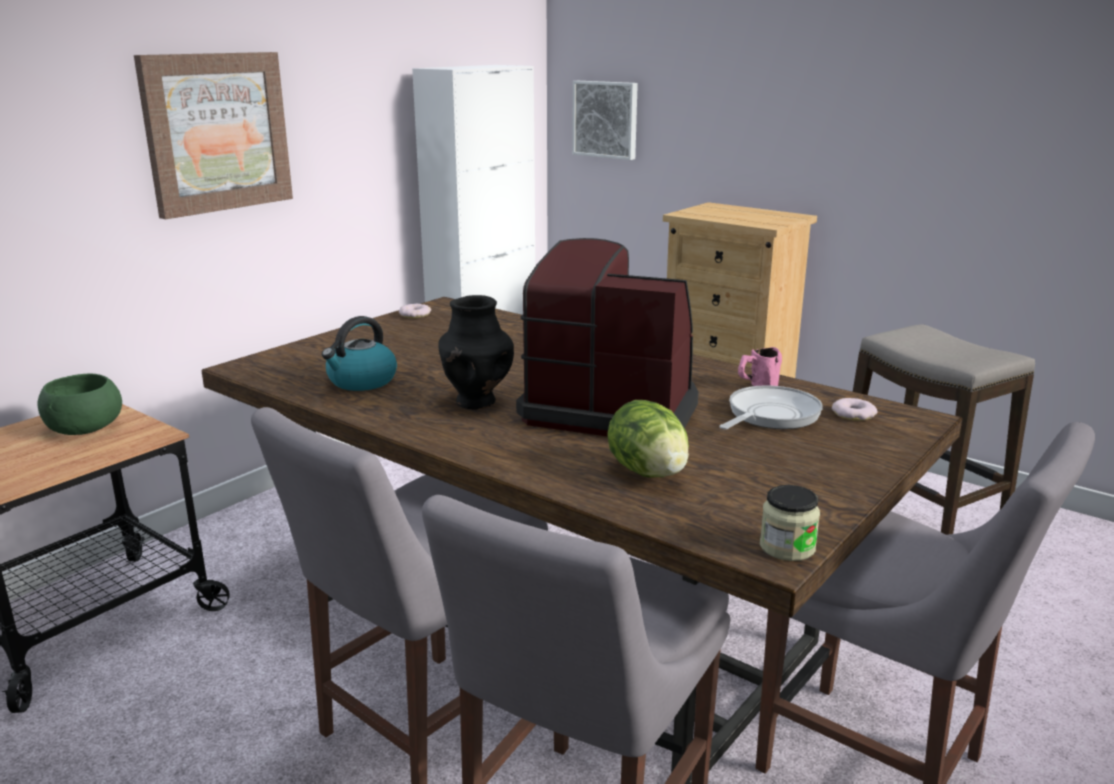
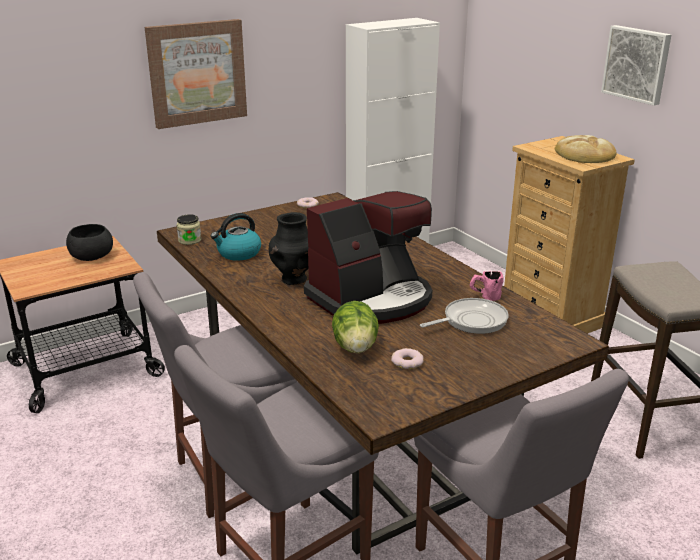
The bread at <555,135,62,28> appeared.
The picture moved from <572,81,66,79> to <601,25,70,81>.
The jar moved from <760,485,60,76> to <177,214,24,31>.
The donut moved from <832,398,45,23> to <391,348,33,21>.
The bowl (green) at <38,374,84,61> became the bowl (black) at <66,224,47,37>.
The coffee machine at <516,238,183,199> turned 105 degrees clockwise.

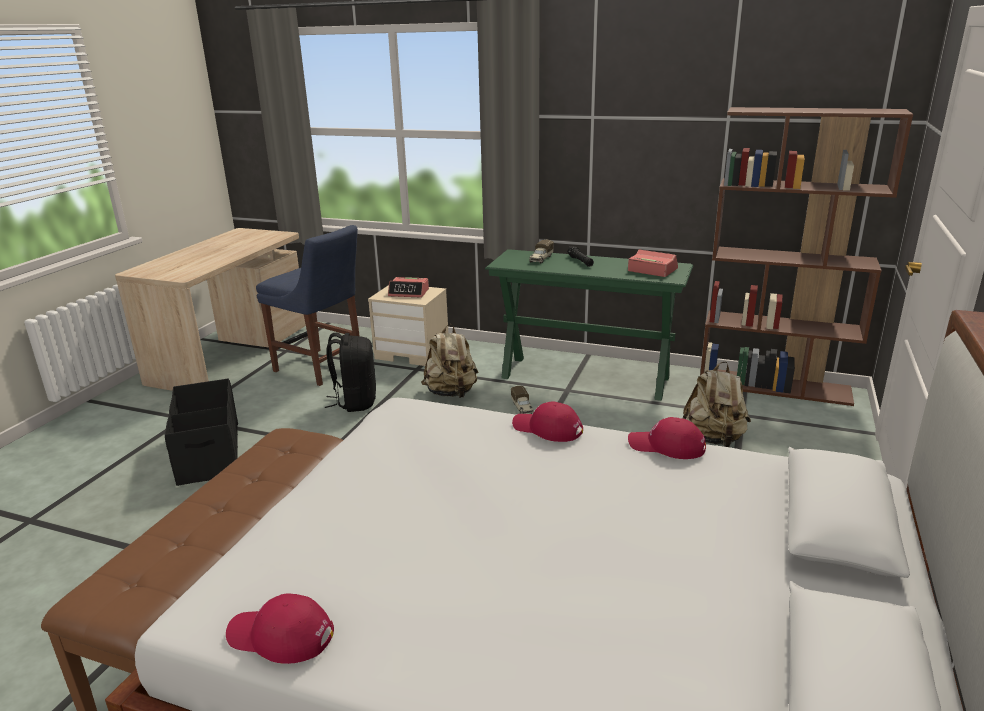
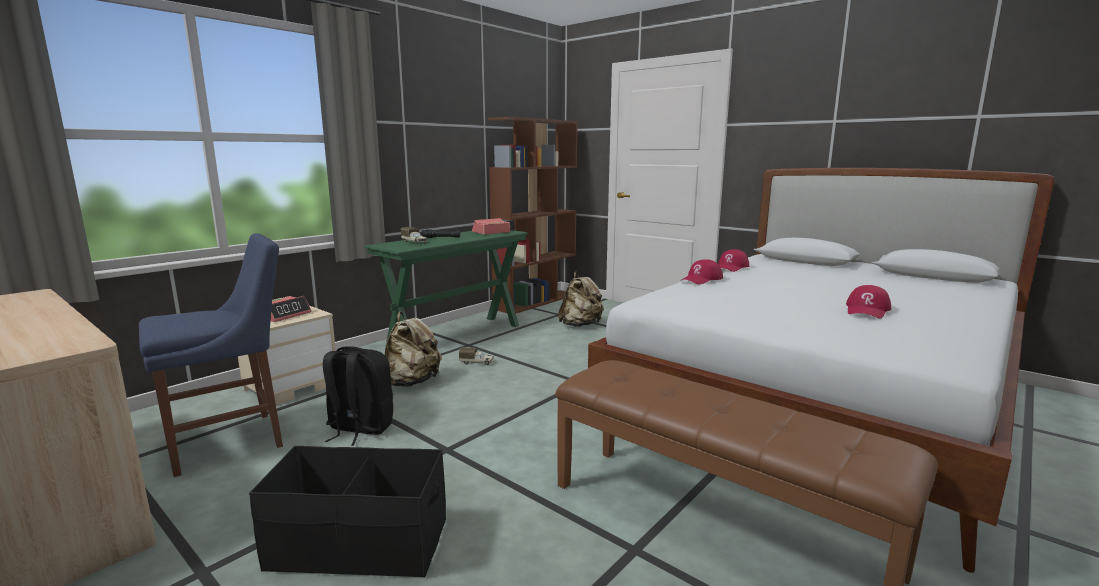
The cap (red) moved from <226,594,108,70> to <846,285,45,34>.

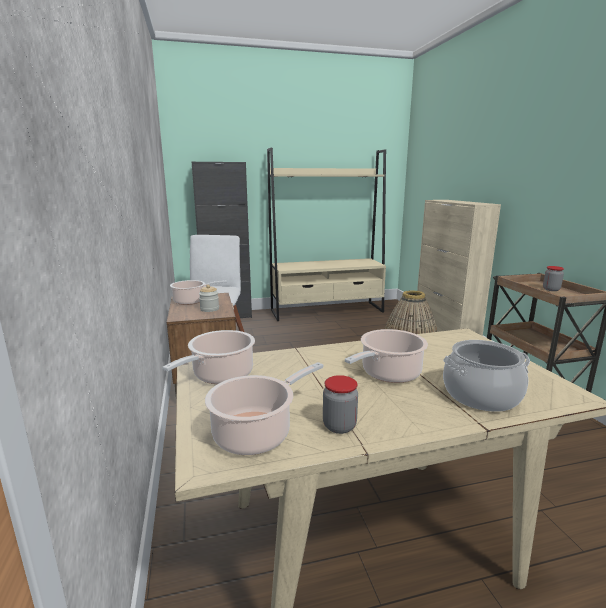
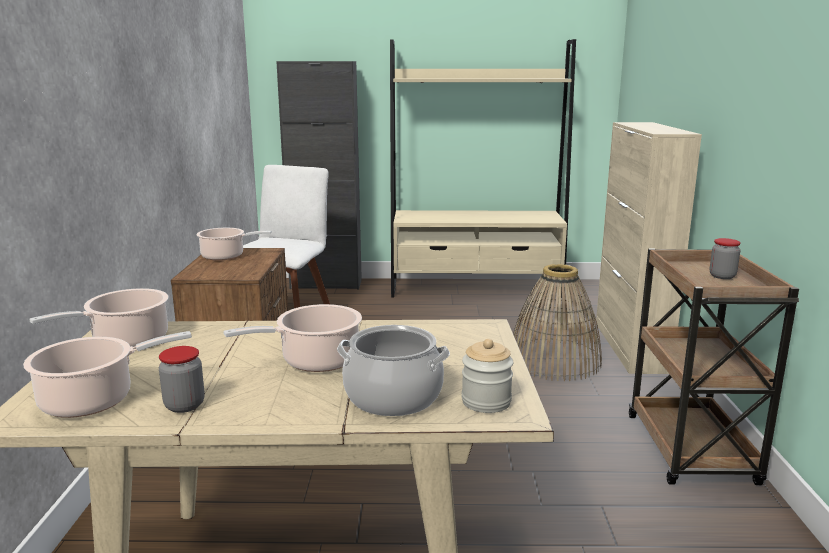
The jar moved from <199,285,20,27> to <462,339,51,74>.

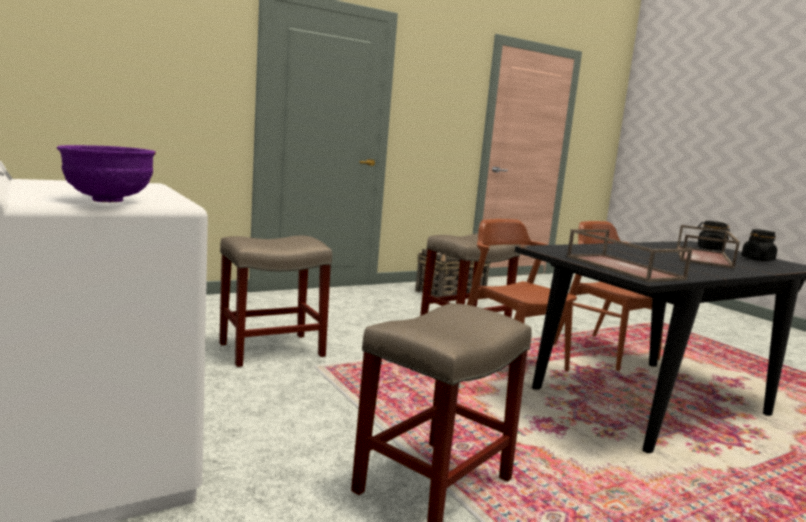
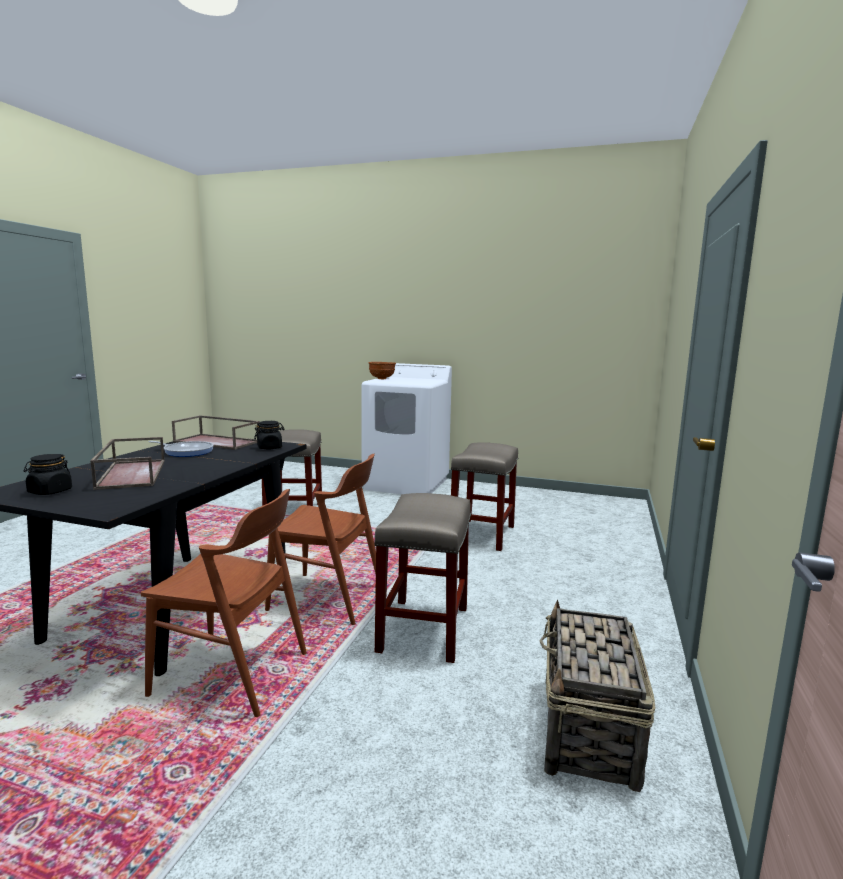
The frying pan at <148,441,66,16> appeared.
The jar (black) moved from <697,221,33,29> to <254,421,30,28>.
The bowl (purple) at <57,145,99,57> became the bowl (brown) at <368,362,28,17>.

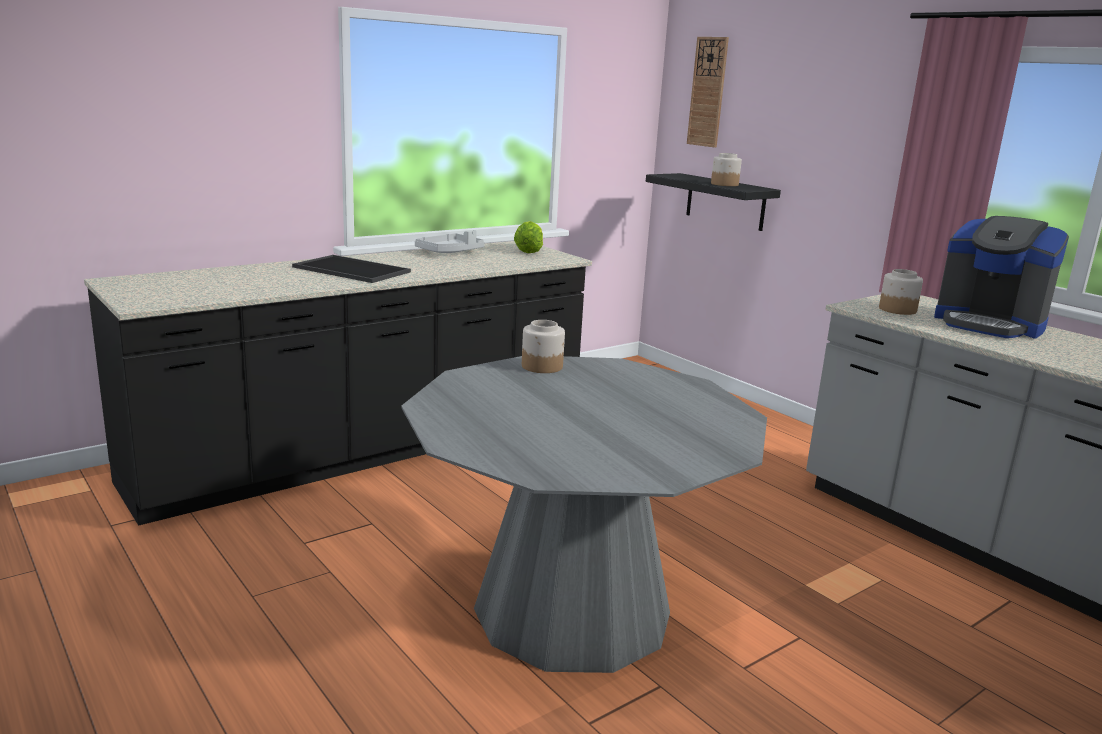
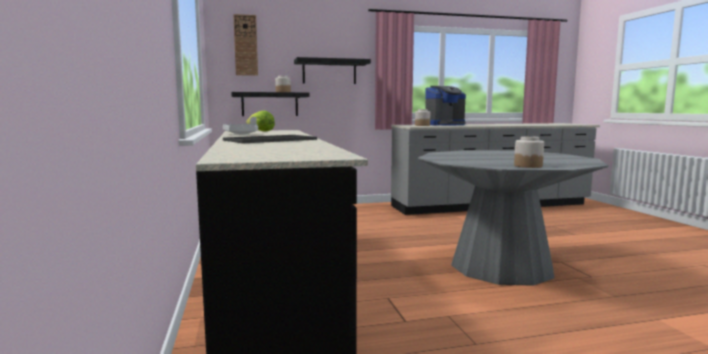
The shelf (black) at <294,57,77,27> appeared.
The jar moved from <522,320,43,53> to <514,136,30,32>.

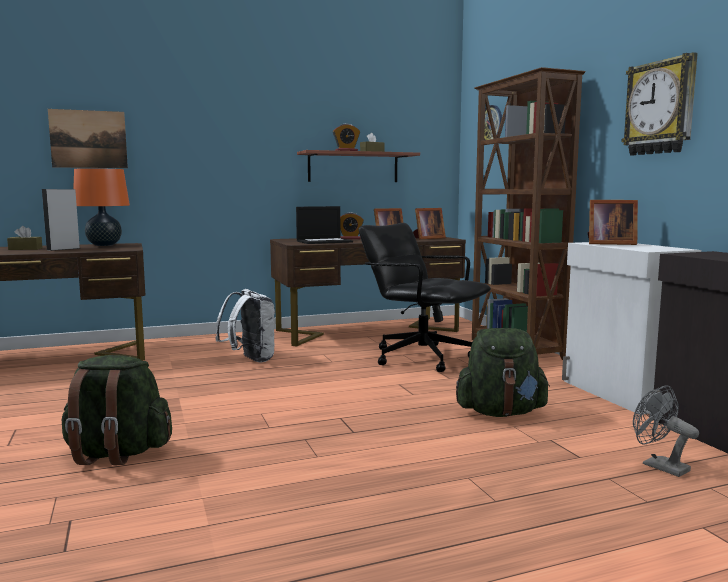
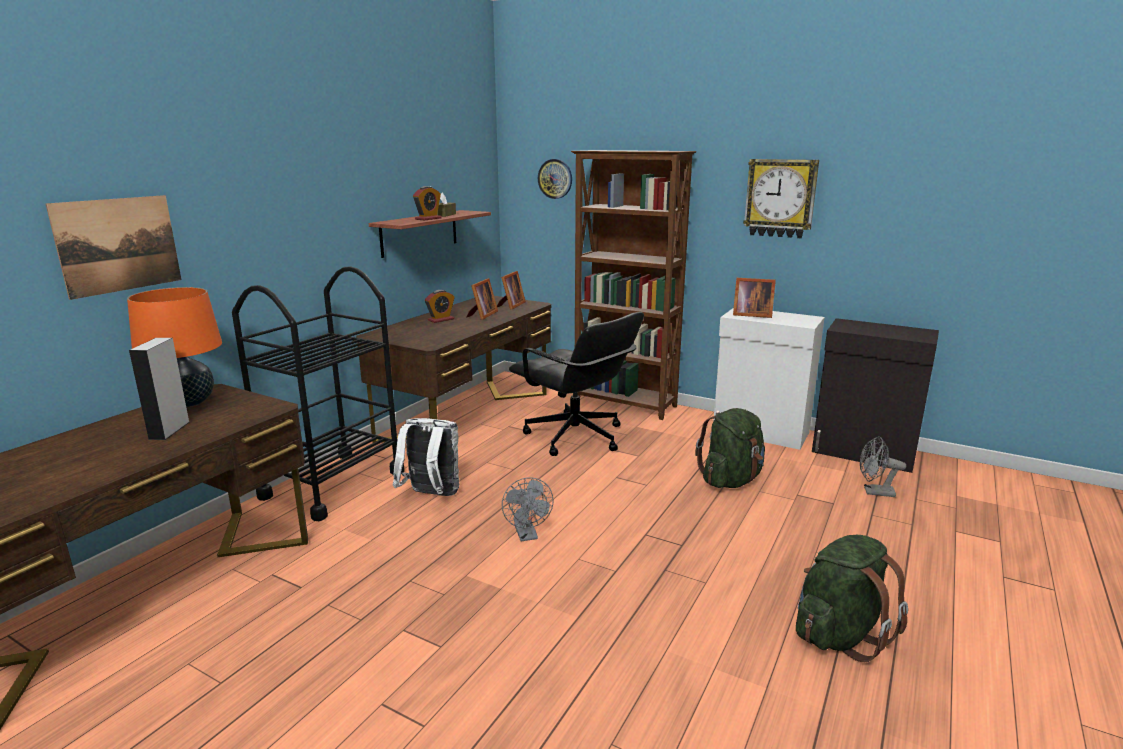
The tissue box (brown) at <7,226,35,24> disappeared.
The laptop at <296,206,57,38> disappeared.
The cart (black) at <232,266,172,255> appeared.
The fan (grey) at <502,477,52,64> appeared.
The backpack (green) moved from <62,355,110,110> to <796,535,112,127>.
The office chair (black) at <359,223,132,149> turned 135 degrees counterclockwise.
The picture frame at <588,200,50,45> turned 45 degrees clockwise.

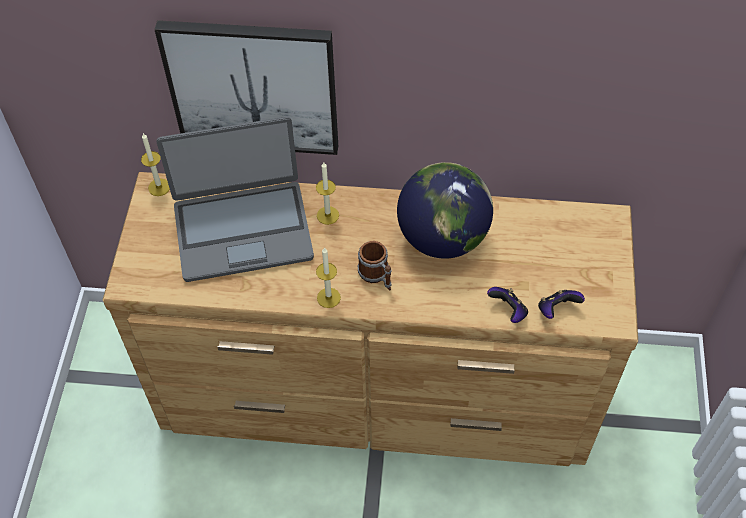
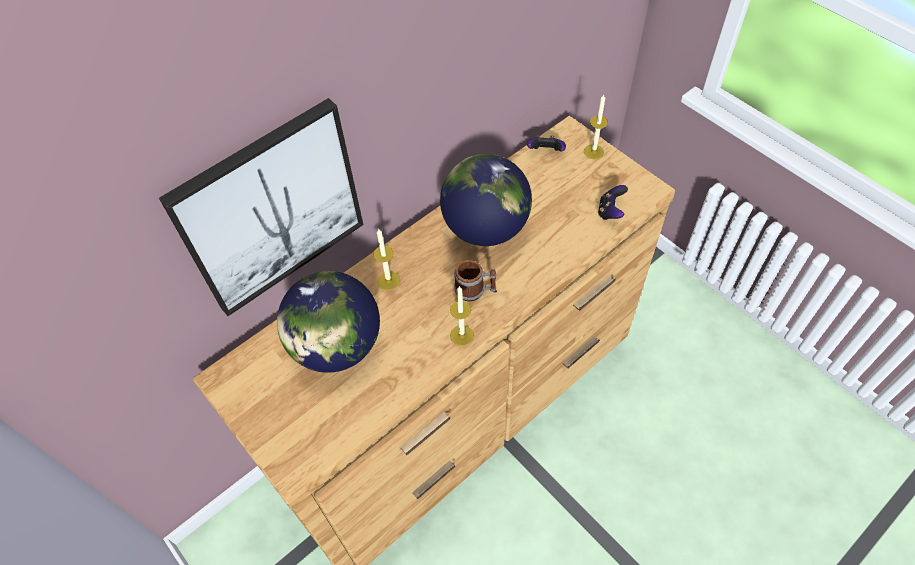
The candle moved from <141,133,29,63> to <584,95,24,64>.
The game controller moved from <487,287,41,36> to <527,135,39,17>.
The laptop at <156,117,158,165> was replaced by the globe at <277,271,103,102>.

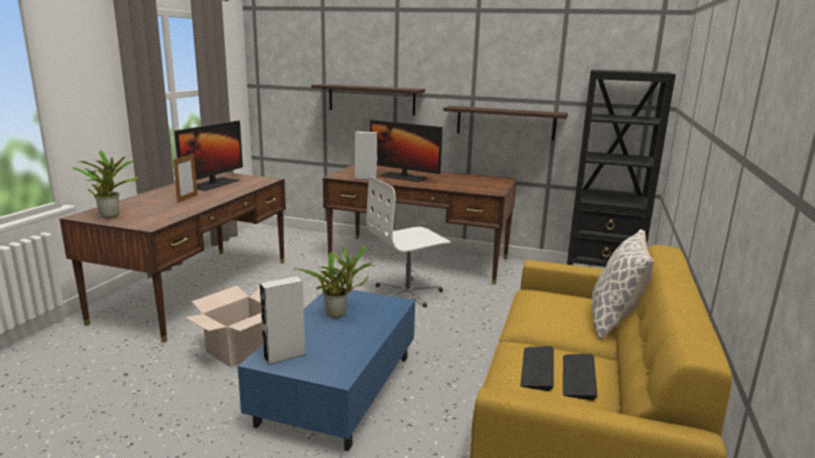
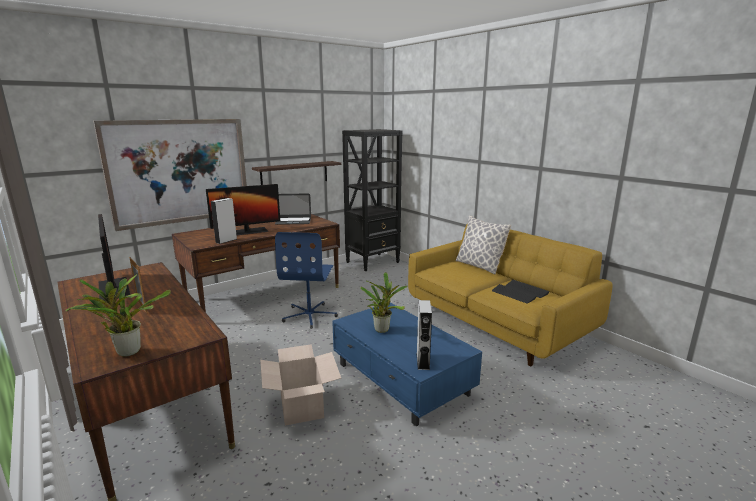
The laptop at <275,193,36,32> appeared.
The shelf at <311,84,114,31> was replaced by the picture at <93,119,154,112>.
The office chair (white) at <366,176,85,131> became the office chair (blue) at <275,232,63,96>.

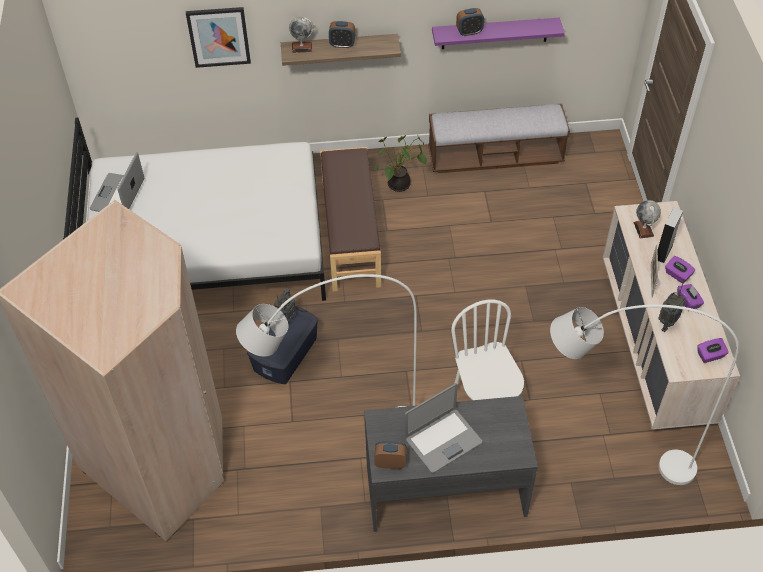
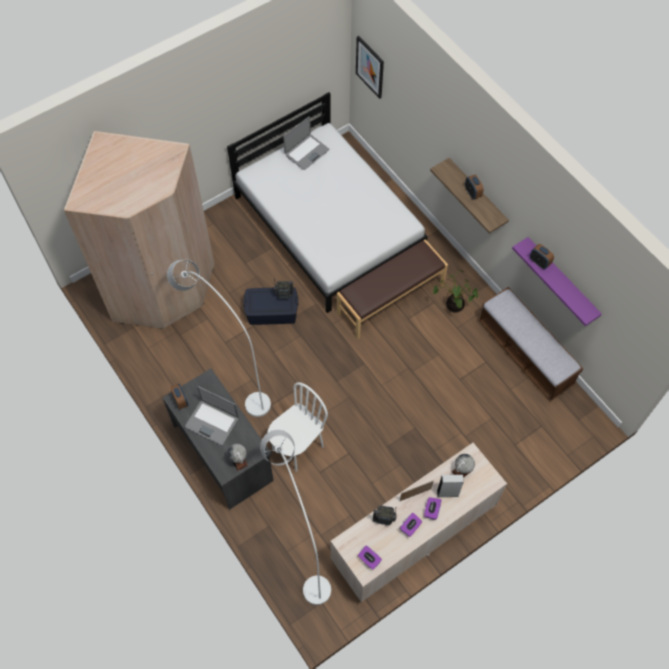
The picture moved from <186,7,65,61> to <356,36,28,63>.
The globe moved from <289,17,24,36> to <227,444,21,27>.
The laptop at <90,152,54,60> turned 150 degrees clockwise.

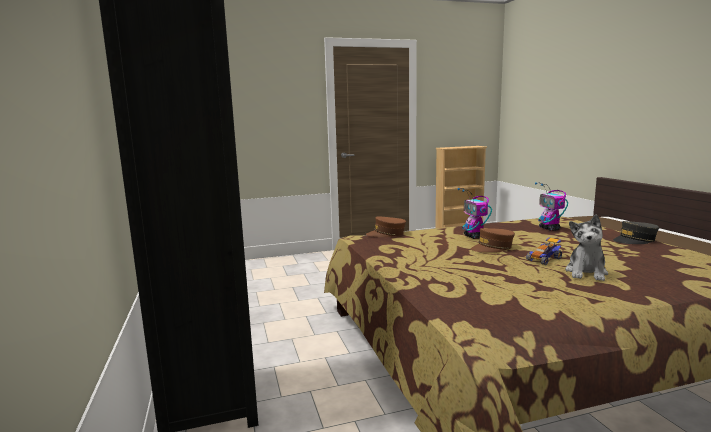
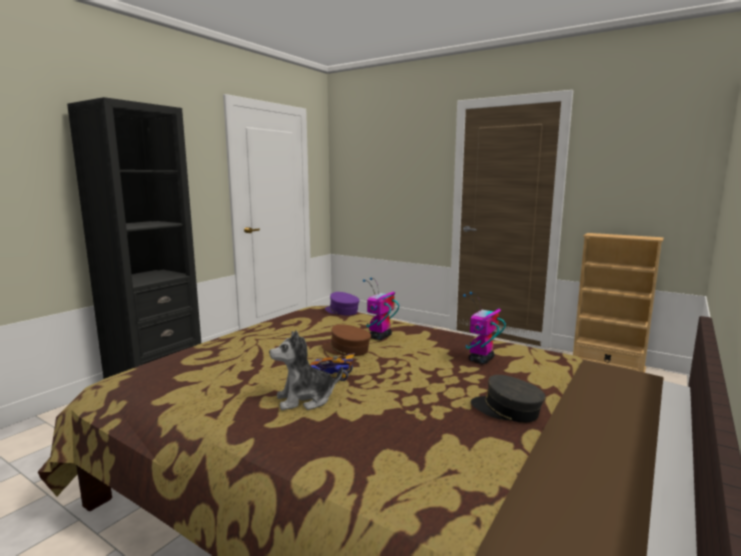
The cap (brown) at <366,216,40,21> became the cap (purple) at <325,292,35,24>.

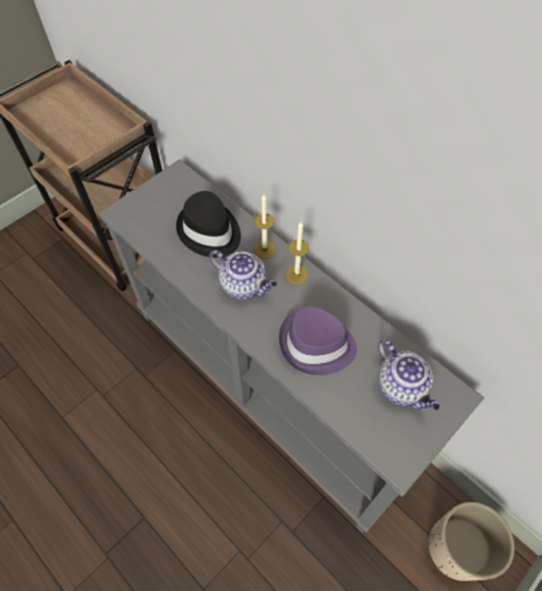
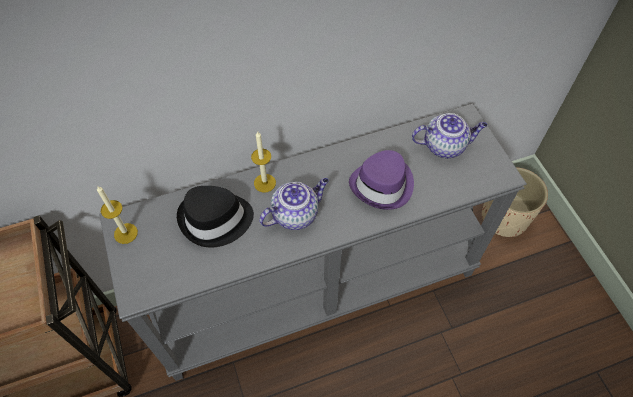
The candle moved from <286,221,23,64> to <97,185,41,59>.

